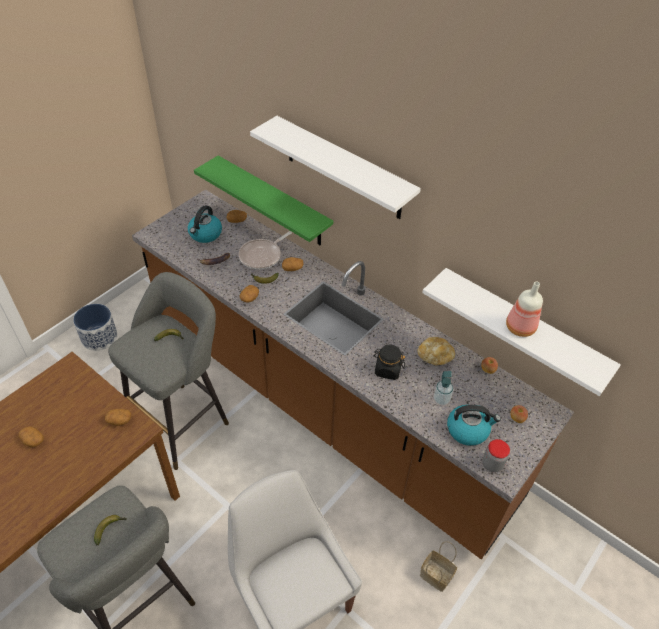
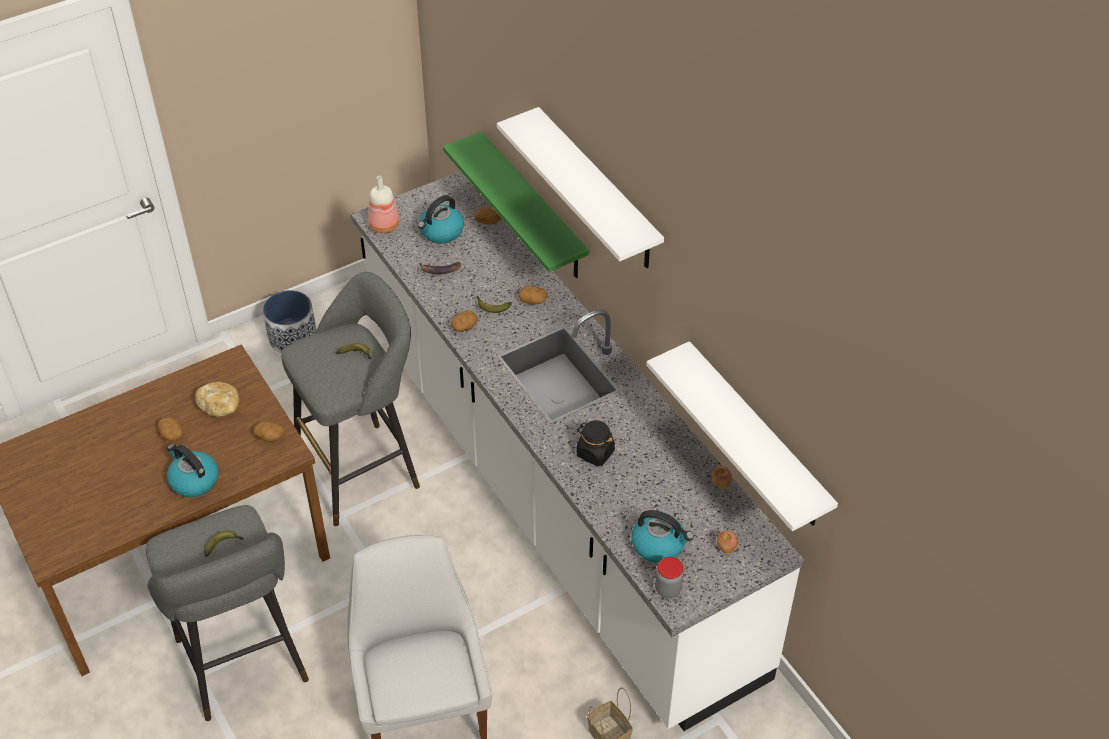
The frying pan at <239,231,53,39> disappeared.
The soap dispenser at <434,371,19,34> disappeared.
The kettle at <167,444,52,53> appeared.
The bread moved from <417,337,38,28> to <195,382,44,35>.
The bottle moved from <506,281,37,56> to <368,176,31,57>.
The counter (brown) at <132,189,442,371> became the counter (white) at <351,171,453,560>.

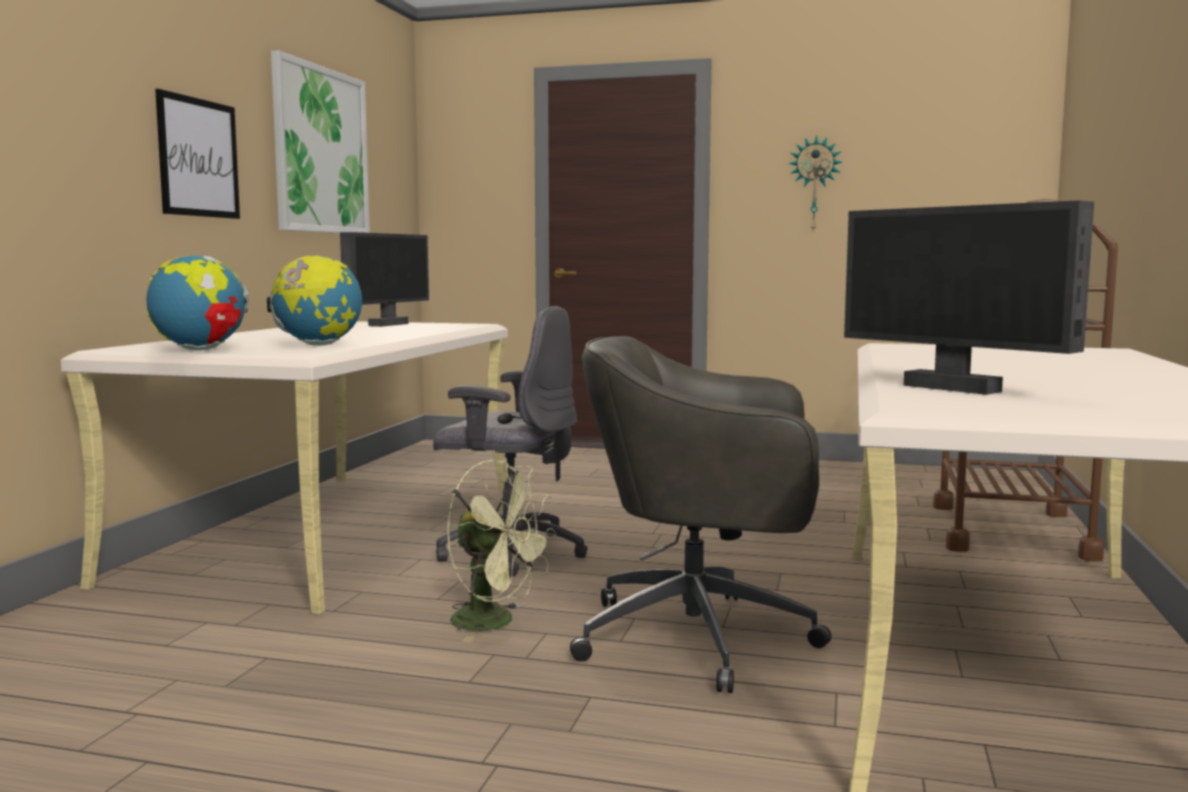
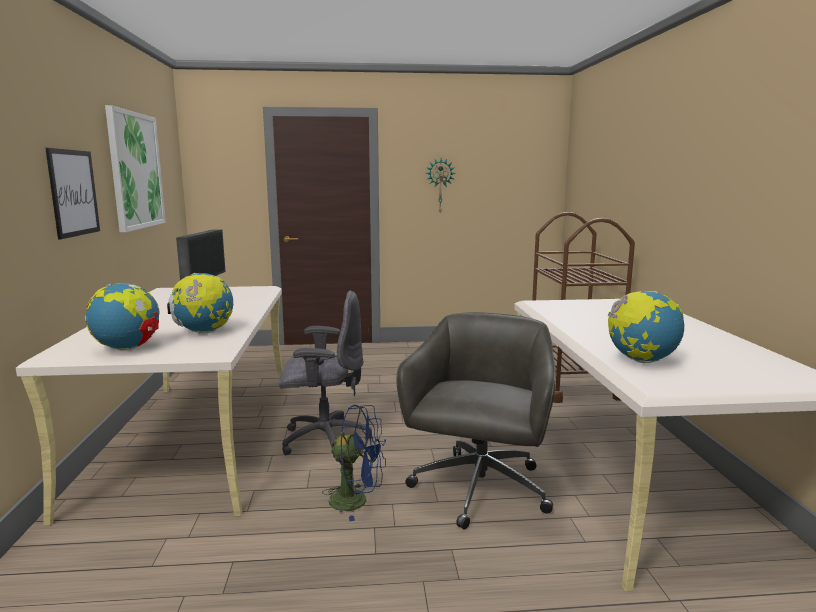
The monitor at <844,200,250,195> was replaced by the globe at <607,291,77,72>.
The fan (green) at <447,460,109,182> became the fan (blue) at <322,405,64,117>.
The office chair (grey) at <570,336,262,357> turned 120 degrees clockwise.

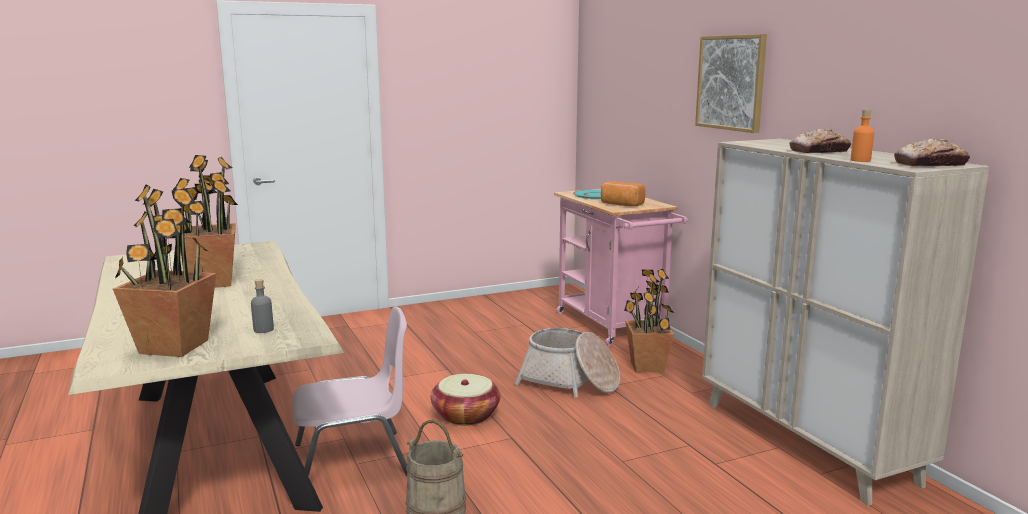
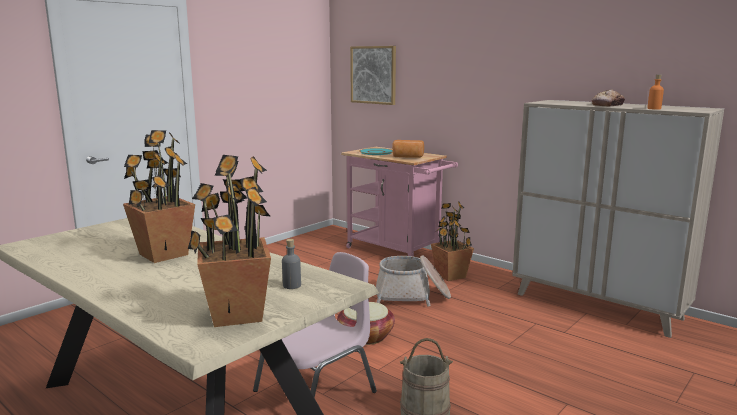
The bread at <894,139,76,27> disappeared.
The picture moved from <695,34,72,99> to <350,46,46,59>.

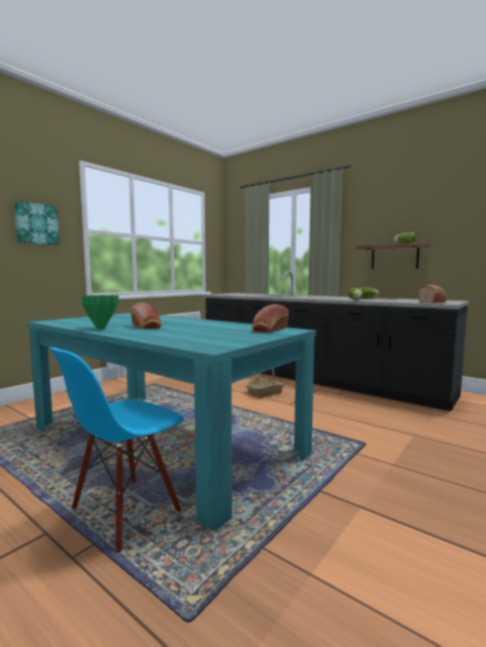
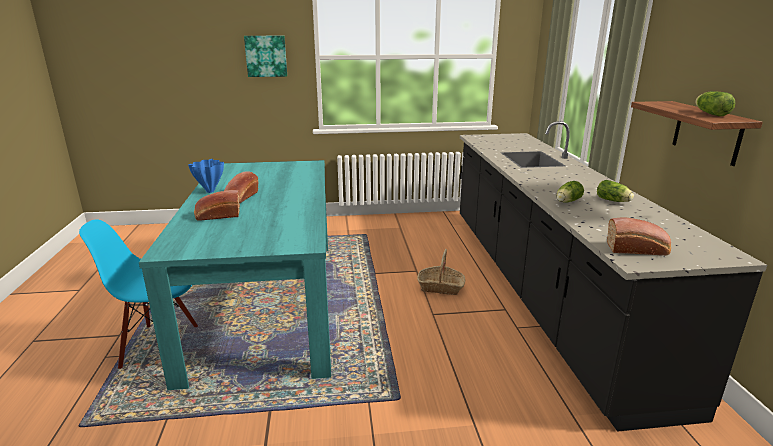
The bread moved from <252,304,37,29> to <194,190,46,31>.
The vase (green) at <81,295,38,34> became the vase (blue) at <188,159,36,34>.

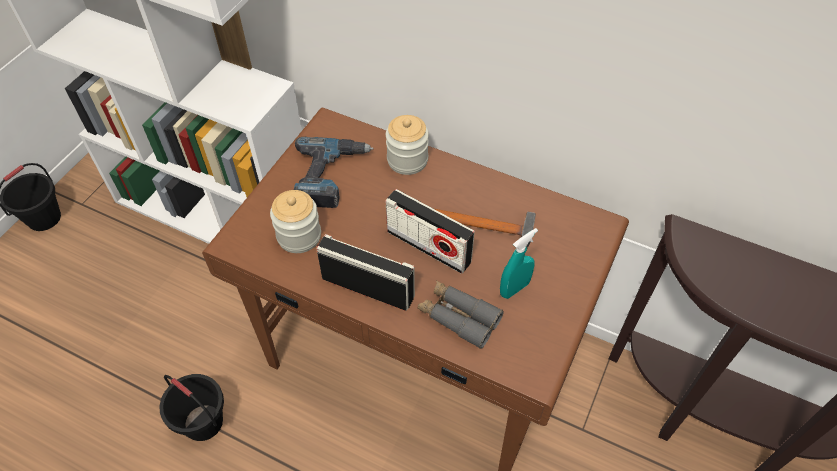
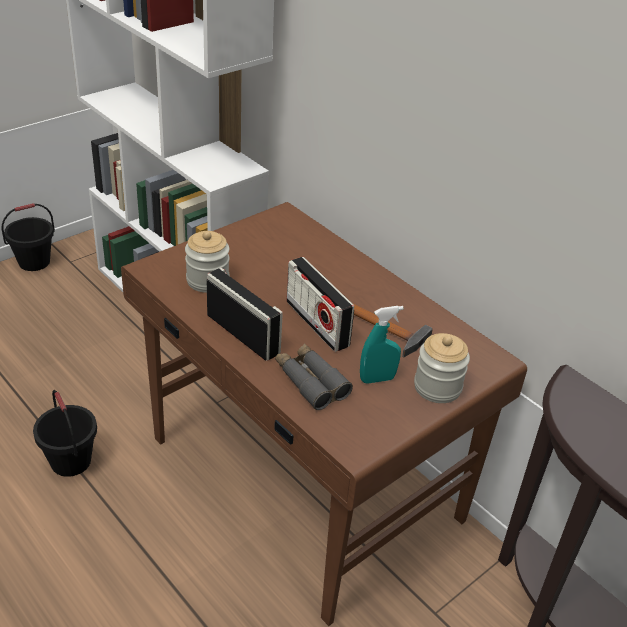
The power drill at <294,136,80,72> disappeared.
The jar moved from <386,115,43,60> to <414,333,56,70>.

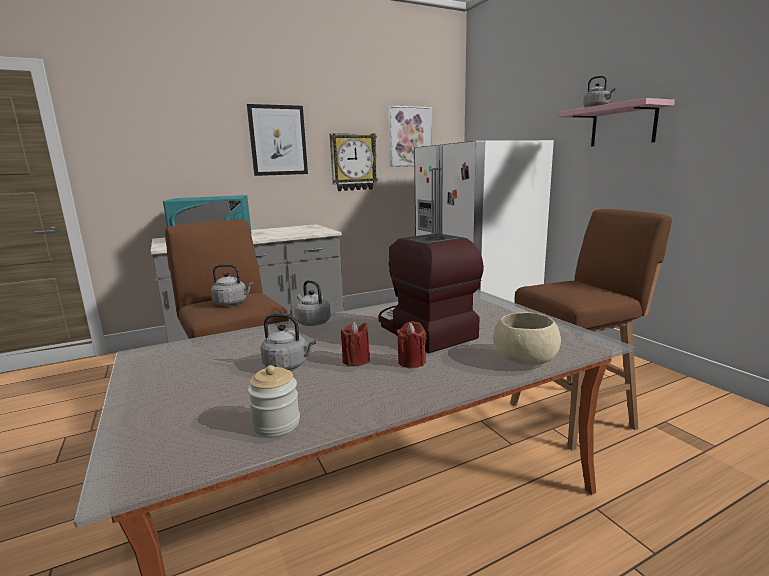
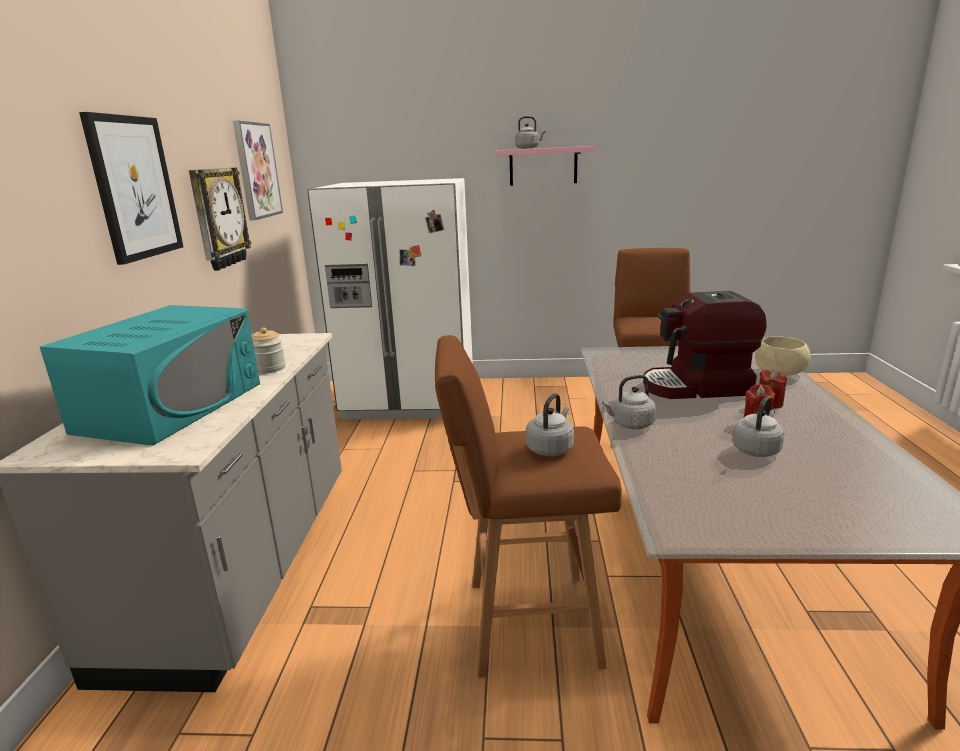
The jar moved from <247,365,53,72> to <252,328,34,45>.

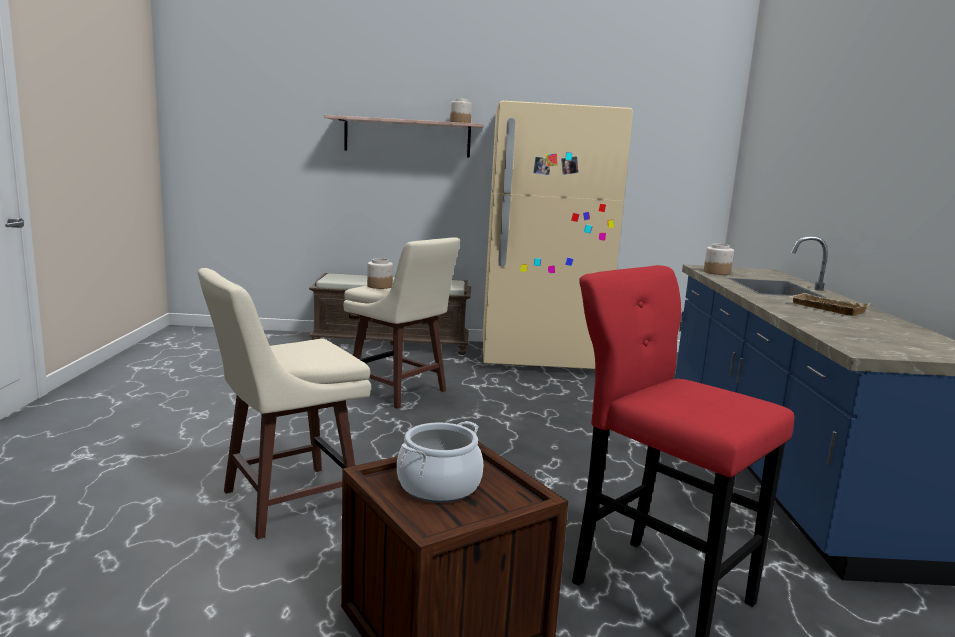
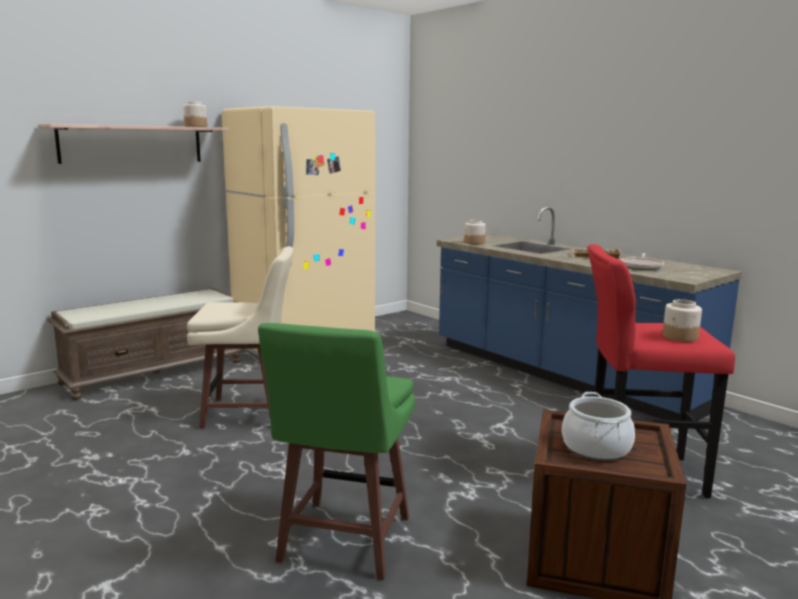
The frying pan at <621,253,43,17> appeared.
The jar moved from <367,258,26,31> to <663,299,39,43>.
The stool (beige) at <198,268,173,272> became the stool (green) at <258,323,157,257>.

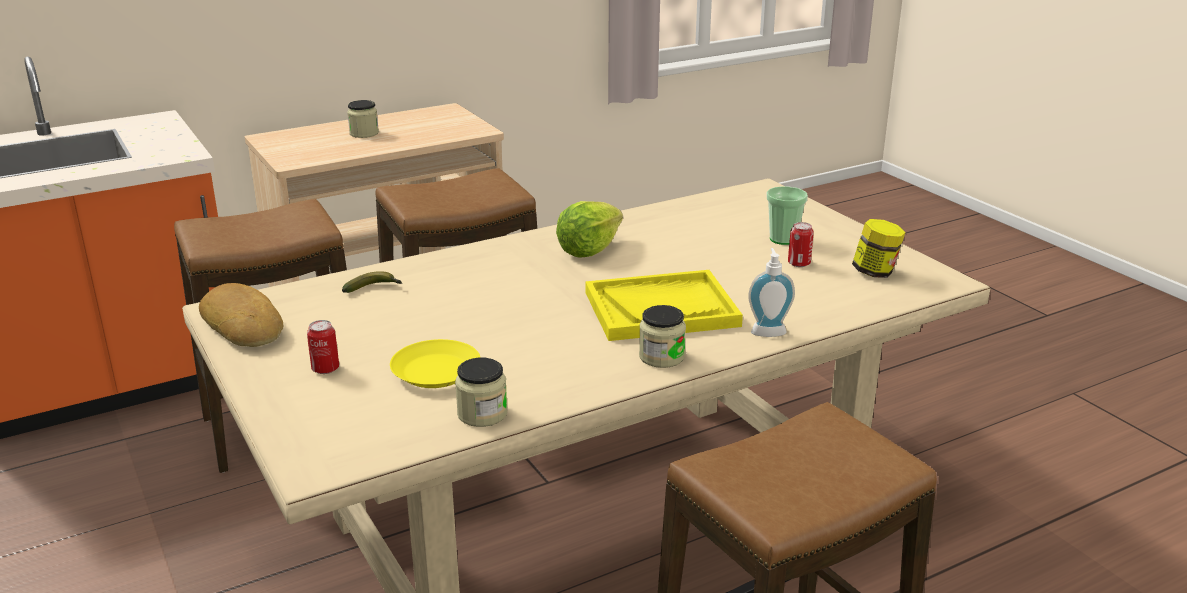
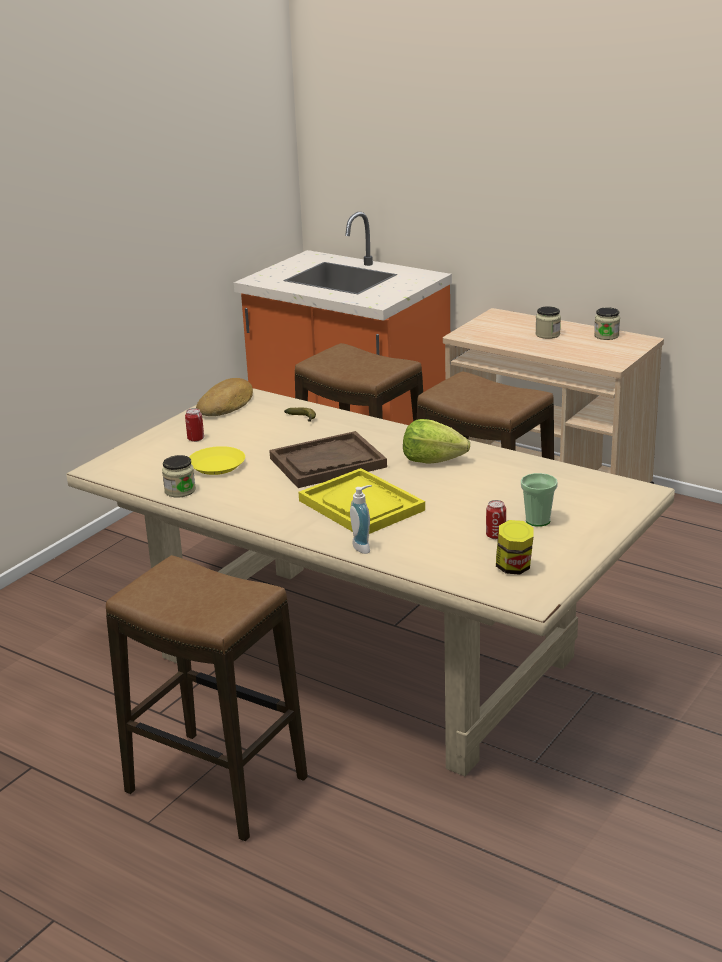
The tray (brown) at <269,431,118,57> appeared.
The jar moved from <639,305,47,63> to <594,307,26,33>.

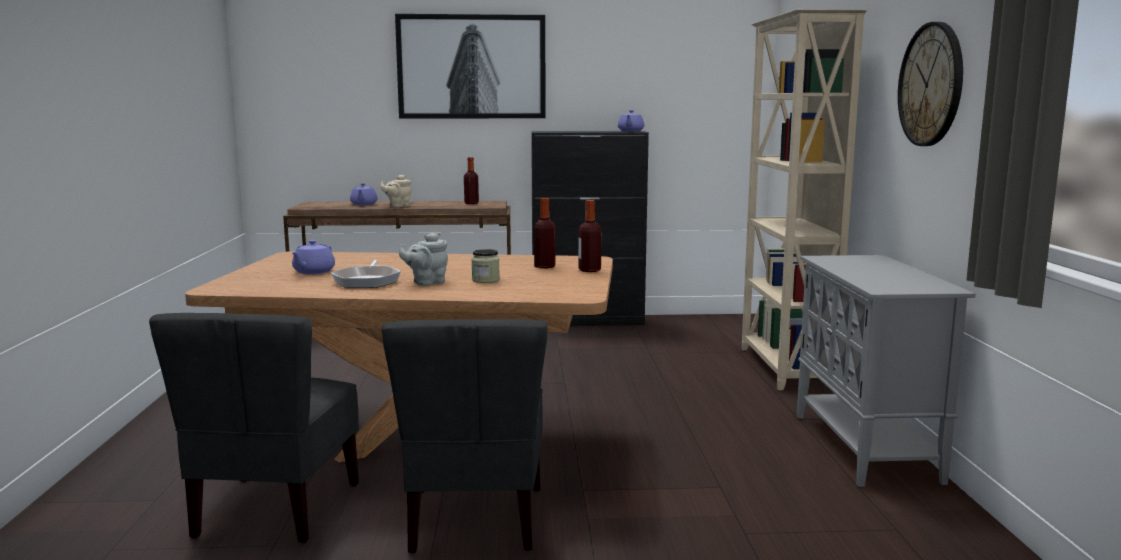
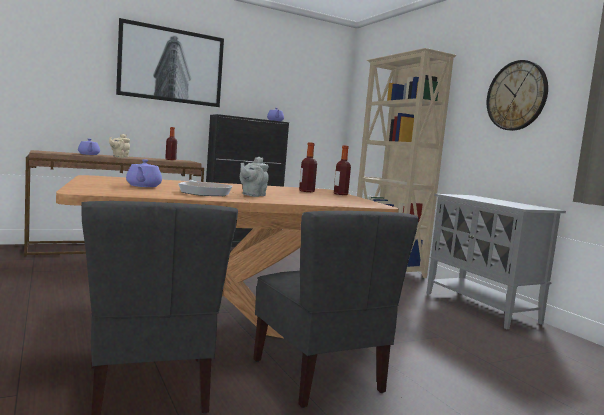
The jar at <471,249,29,34> disappeared.

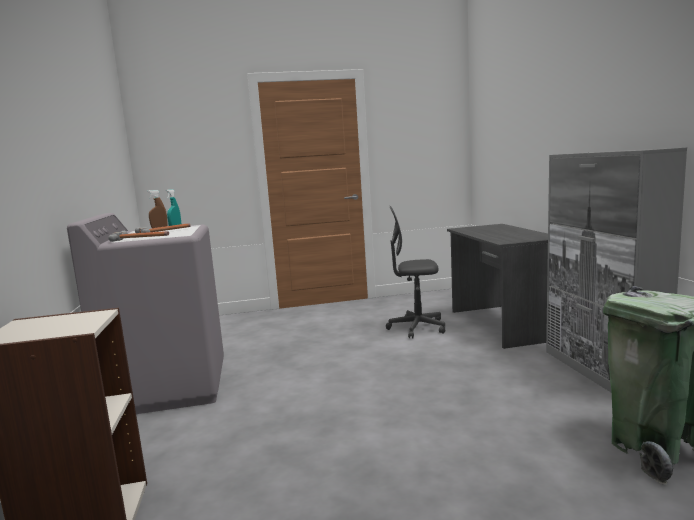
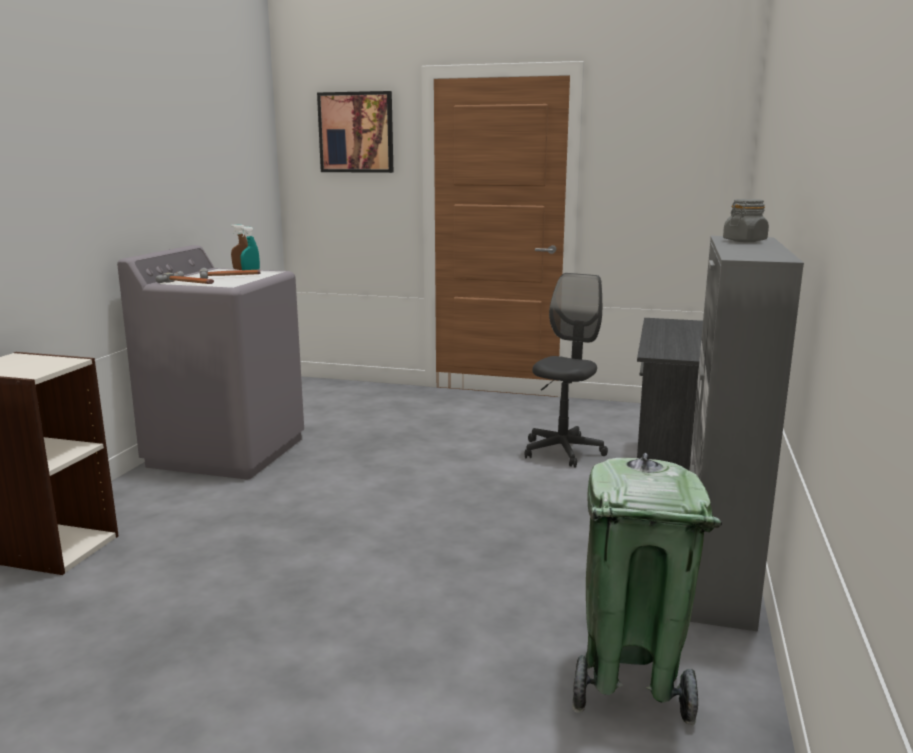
The picture at <317,91,76,82> appeared.
The jar (grey) at <723,199,46,43> appeared.
The office chair (grey) at <386,206,59,132> turned 90 degrees clockwise.

